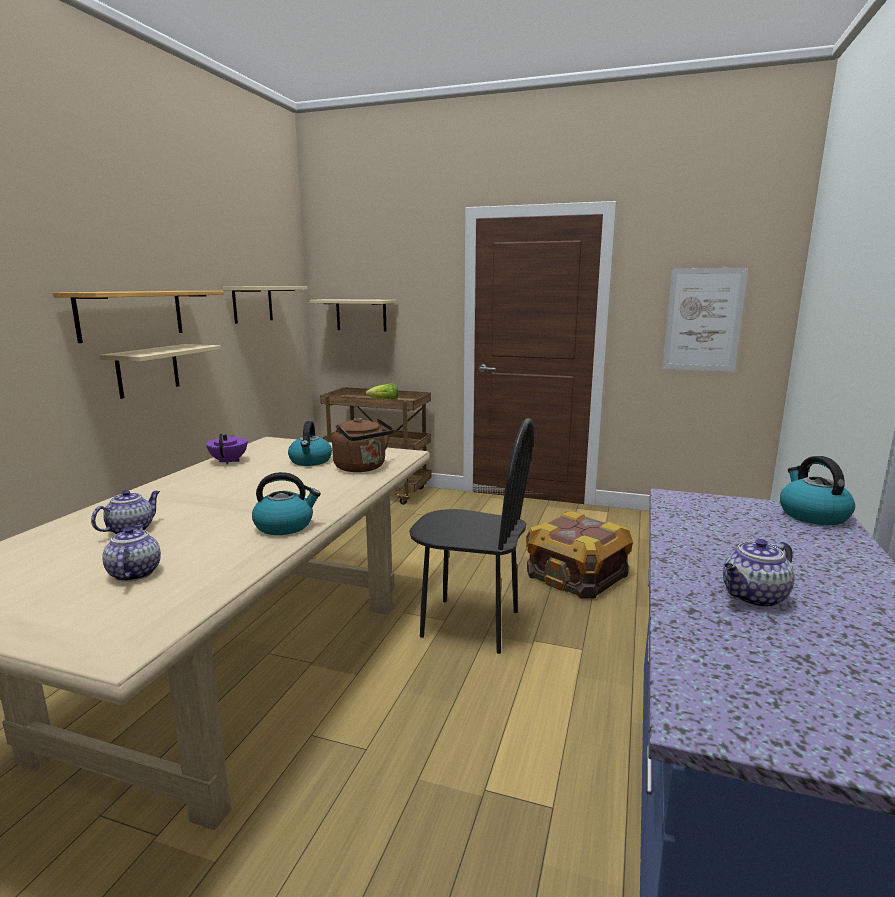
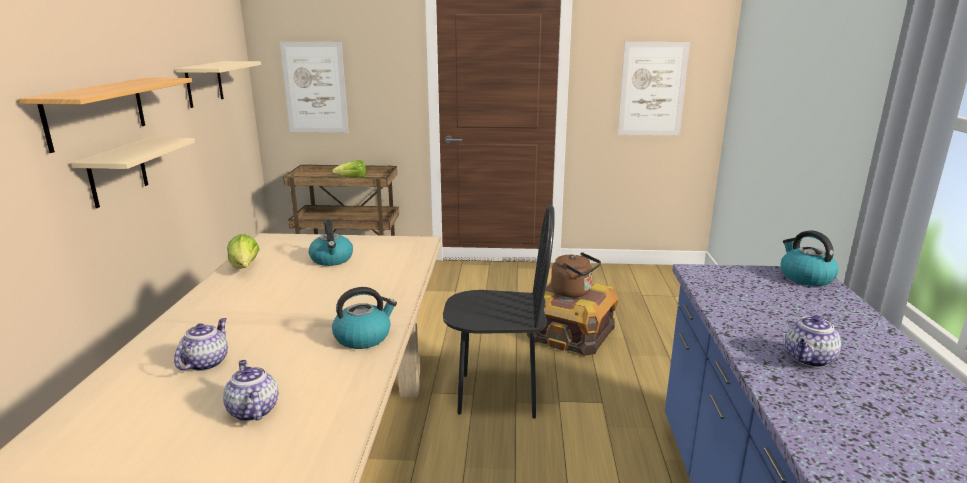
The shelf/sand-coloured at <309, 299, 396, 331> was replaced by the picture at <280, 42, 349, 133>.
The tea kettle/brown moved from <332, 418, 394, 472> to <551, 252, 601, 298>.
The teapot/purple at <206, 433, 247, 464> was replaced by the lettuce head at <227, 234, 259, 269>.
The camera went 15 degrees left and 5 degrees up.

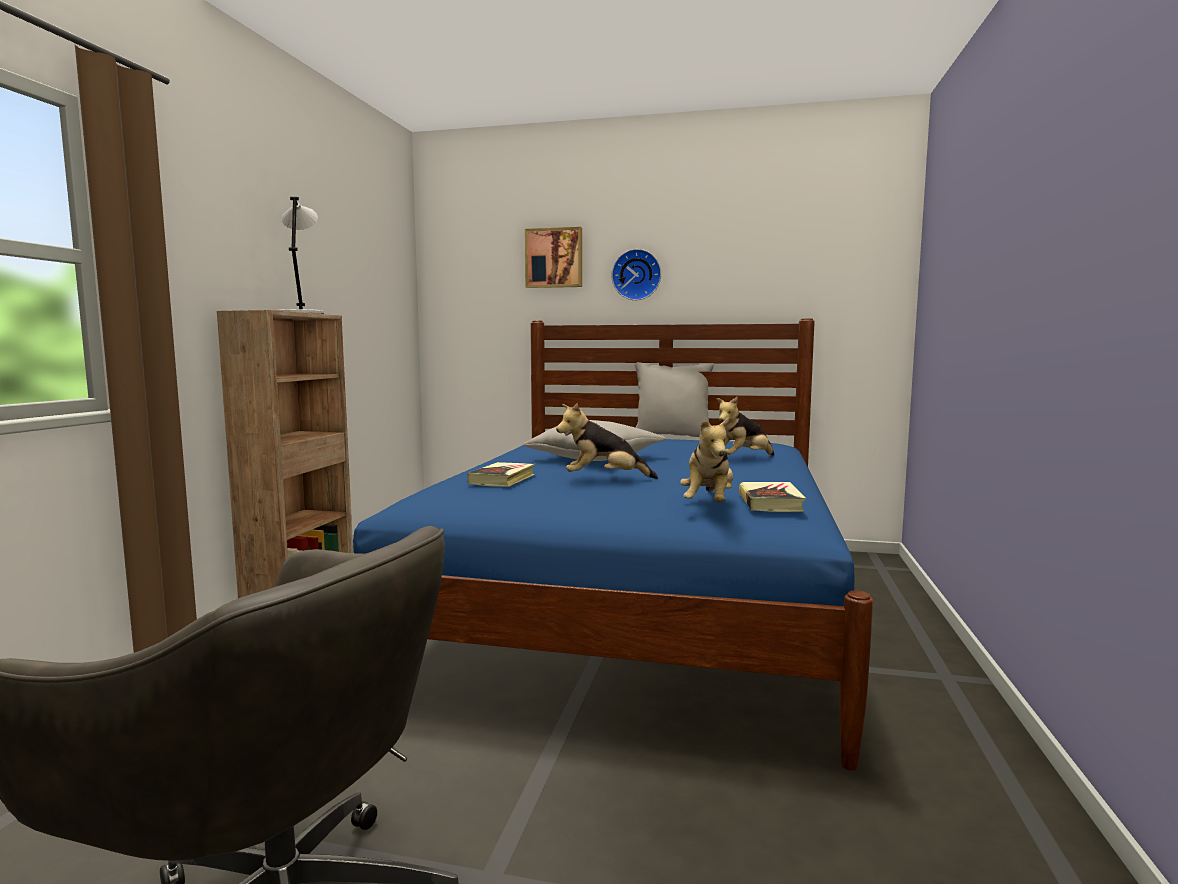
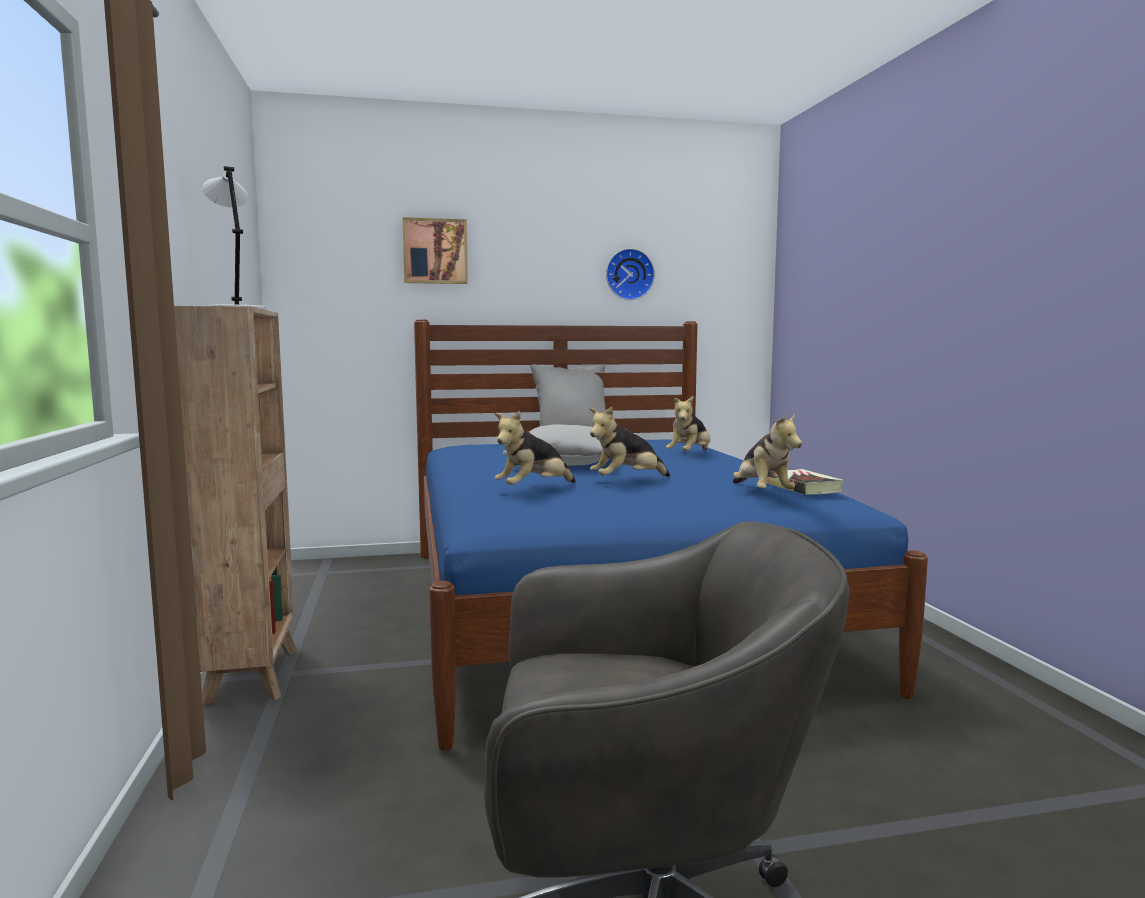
The wall clock moved from <612, 249, 661, 300> to <606, 248, 655, 300>.
The volume at <467, 462, 535, 487> was replaced by the cuddly toy at <495, 411, 576, 485>.
The camera went 25 degrees left and 0 degrees up.

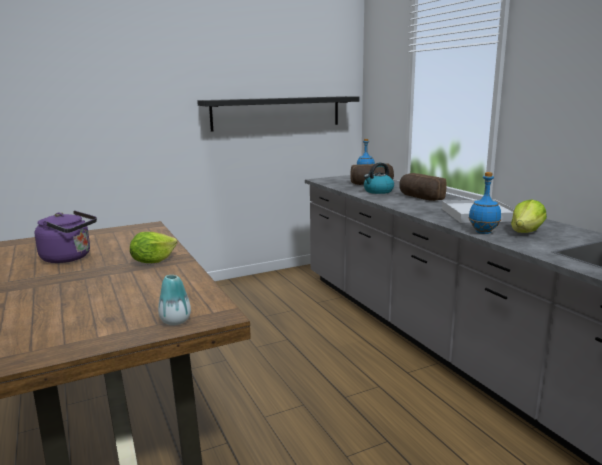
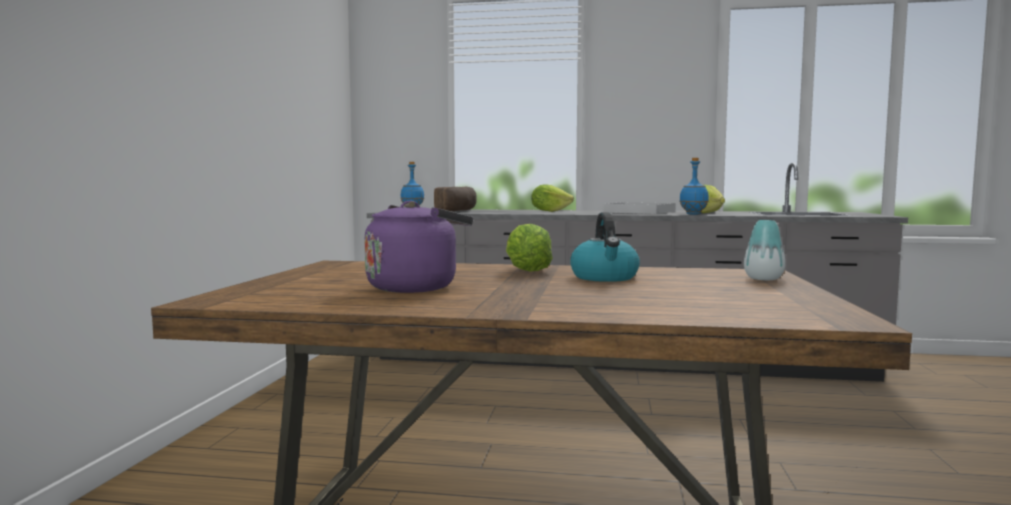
The shelf/black at <197, 96, 360, 131> disappeared.
The tea kettle moved from <364, 163, 394, 194> to <570, 212, 640, 282>.
The bread at <399, 173, 447, 201> was replaced by the lettuce head at <532, 184, 574, 212>.
The camera went 55 degrees left and 10 degrees down.

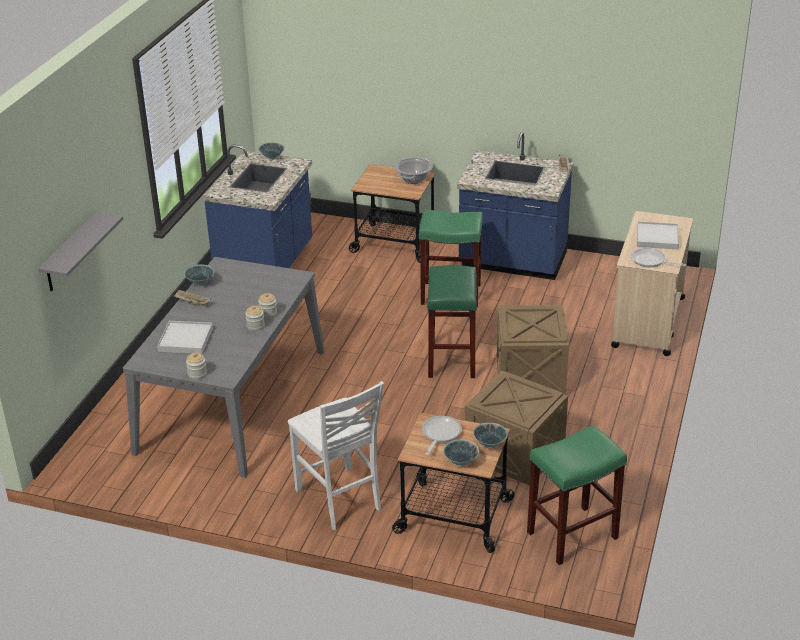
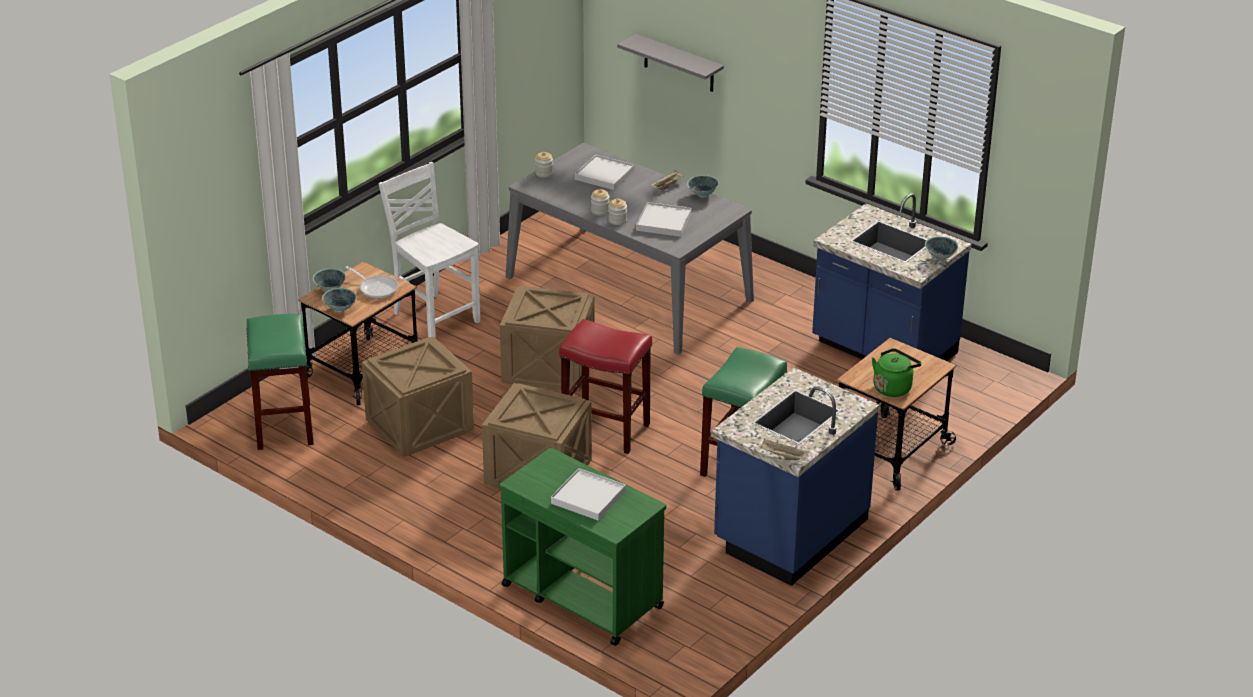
The stockpot at <395, 157, 433, 184> was replaced by the tea kettle/greenish at <872, 348, 921, 397>.
The wheeled cart/sand-coloured at <611, 211, 693, 356> became the wheeled cart/greenish at <499, 448, 666, 646>.
The pan at <631, 248, 686, 267> disappeared.
The stool/greenish at <427, 265, 477, 378> became the stool/red at <559, 319, 652, 454>.
The upright chair/white at <288, 381, 384, 530> turned 60 degrees clockwise.
The tray/white at <636, 202, 691, 237> appeared.
The packing crate at <500, 286, 595, 392> appeared.
The camera went 110 degrees right and 0 degrees up.

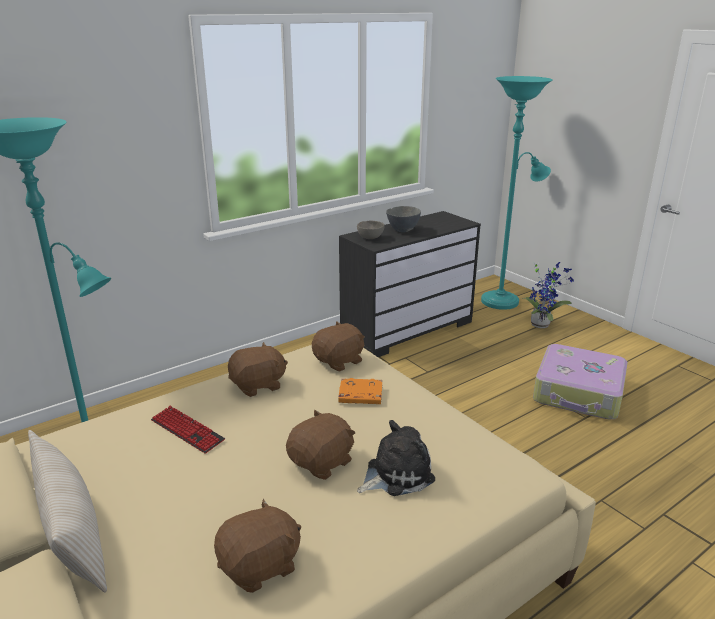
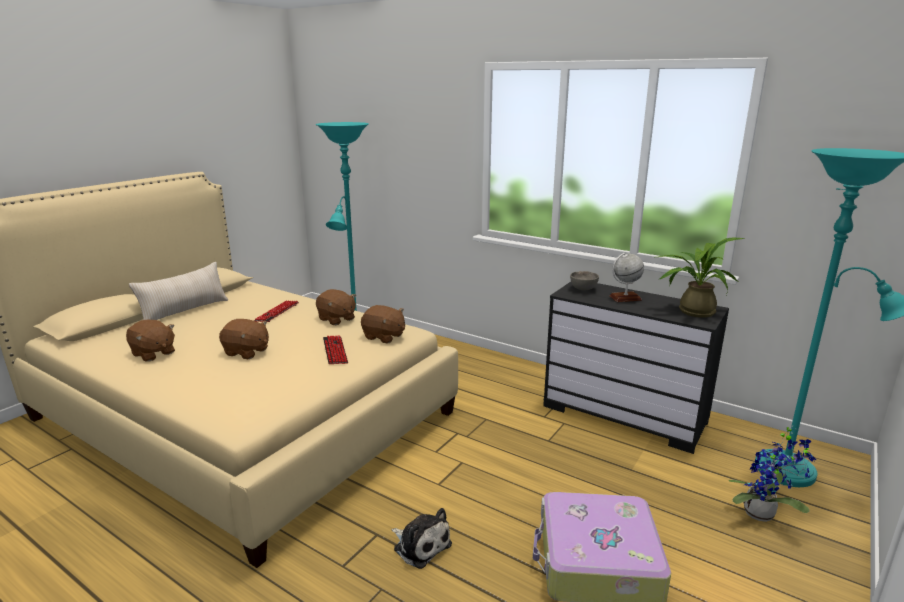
The deep dish/grey at <386, 206, 421, 232> was replaced by the desk globe at <609, 253, 644, 302>.
The volume/orange-coloured at <338, 378, 382, 404> was replaced by the computer keyboard at <323, 335, 348, 364>.
The cuddly toy moved from <357, 420, 435, 496> to <391, 508, 452, 569>.
The houseplant at <658, 237, 744, 318> appeared.
The camera went 70 degrees right and 5 degrees down.

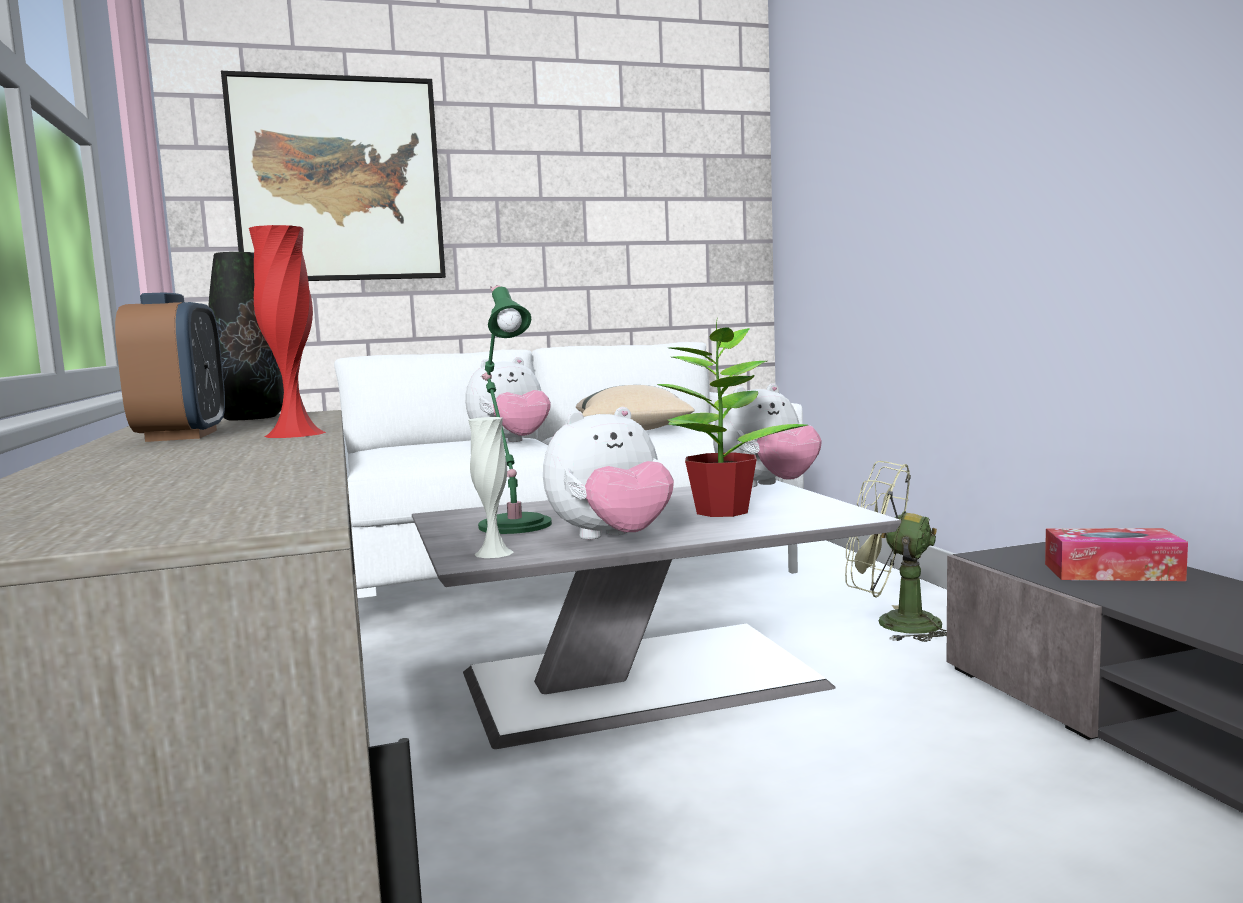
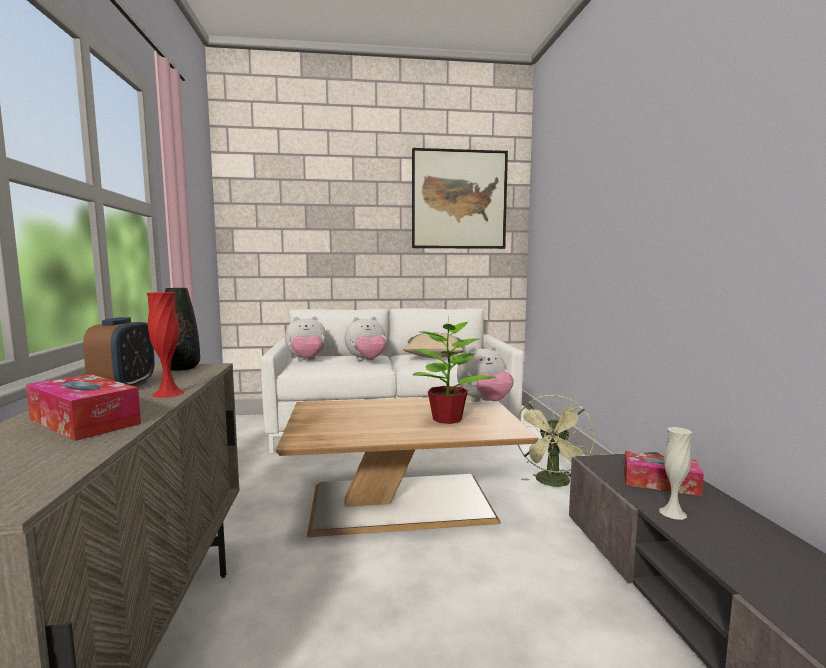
The picture moved from <221, 71, 446, 281> to <412, 148, 508, 249>.
The lamp for a table/greenish at <478, 285, 552, 534> disappeared.
The cuddly toy moved from <543, 407, 674, 540> to <285, 316, 327, 360>.
The vase/white moved from <468, 417, 514, 558> to <659, 427, 692, 520>.
The cooling fan/greenish at <845, 461, 947, 642> turned 105 degrees counterclockwise.
The coffee table/grey at <412, 480, 901, 749> became the coffee table/brown at <276, 396, 539, 537>.
The tissue holder at <26, 374, 141, 441> appeared.
The camera went 10 degrees right and 0 degrees up.

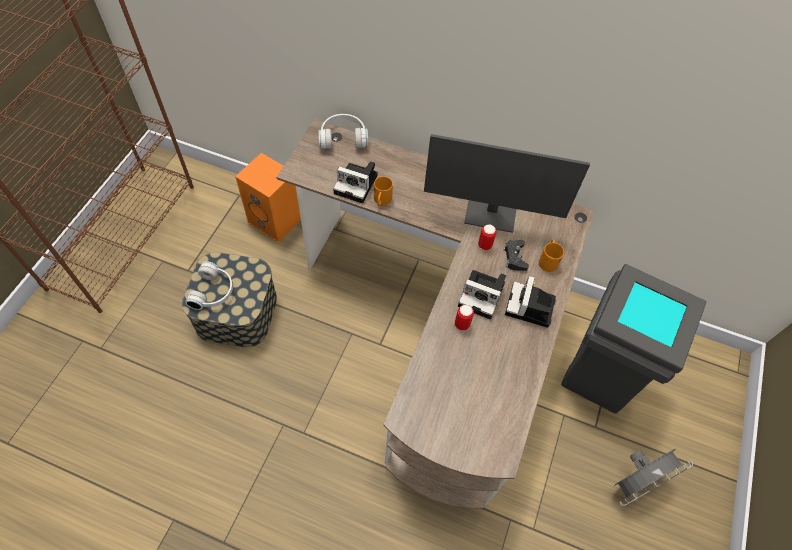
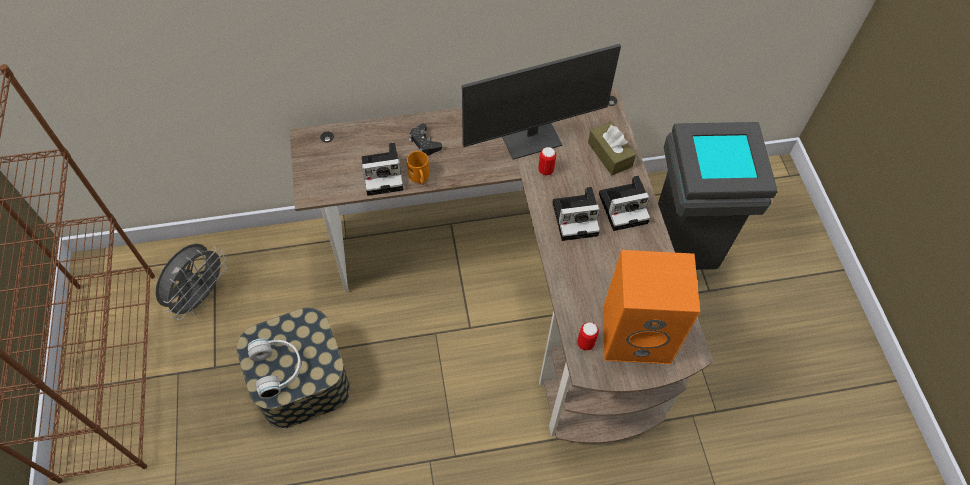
The pair of headphones/white at <319, 114, 368, 149> disappeared.
The speaker/orange-coloured moved from <235, 153, 301, 242> to <603, 250, 700, 364>.
The coffee mug/orange-coloured at <539, 239, 564, 272> was replaced by the tissue holder/brown at <588, 122, 636, 175>.
The joypad/black moved from <503, 240, 529, 271> to <409, 123, 442, 155>.
The photo camera at <505, 276, 556, 328> turned 90 degrees counterclockwise.
The sealed can moved from <455, 305, 474, 330> to <577, 322, 599, 350>.
The cooling fan/grey moved from <614, 449, 693, 506> to <155, 244, 227, 320>.
The camera went 30 degrees left and 0 degrees up.

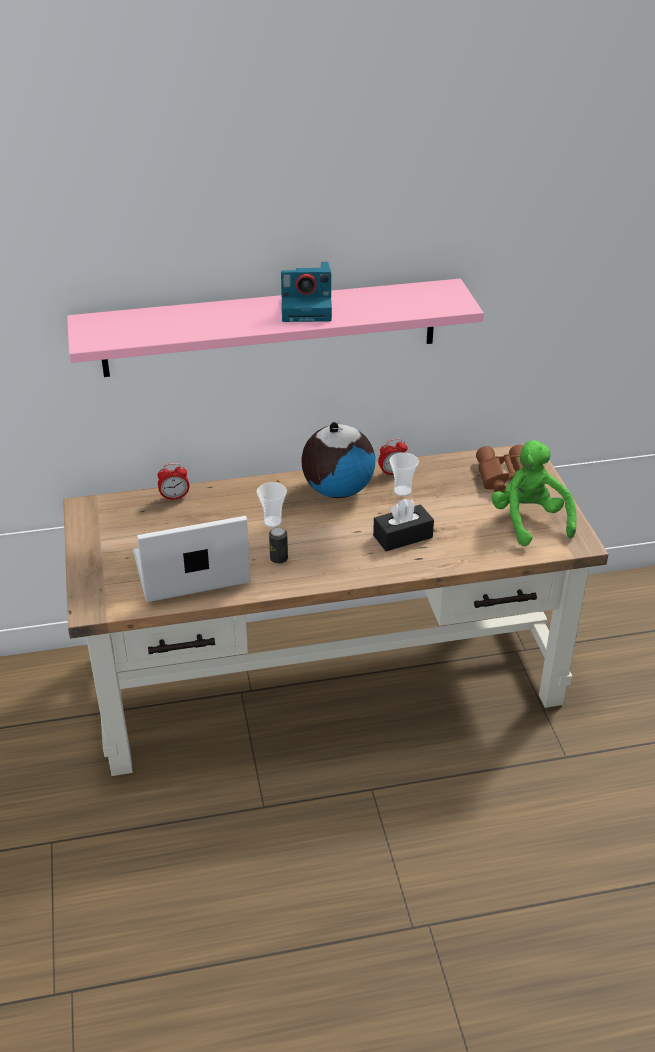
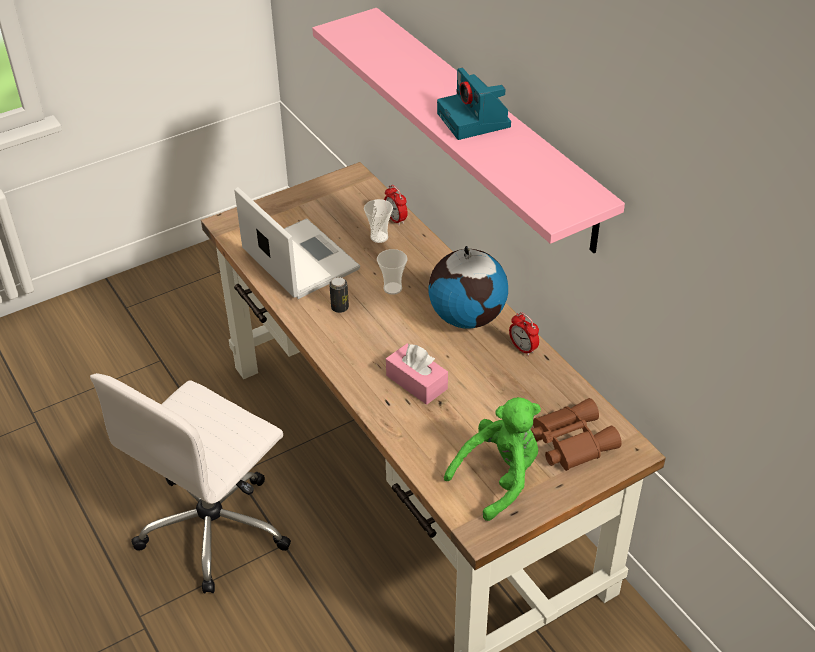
The small cup moved from <390, 453, 419, 496> to <364, 199, 393, 243>.
The tissue holder/black at <373, 499, 434, 551> became the tissue holder/pink at <386, 344, 448, 405>.
The computer chair/white at <90, 373, 291, 593> appeared.
The camera went 70 degrees right and 5 degrees up.

